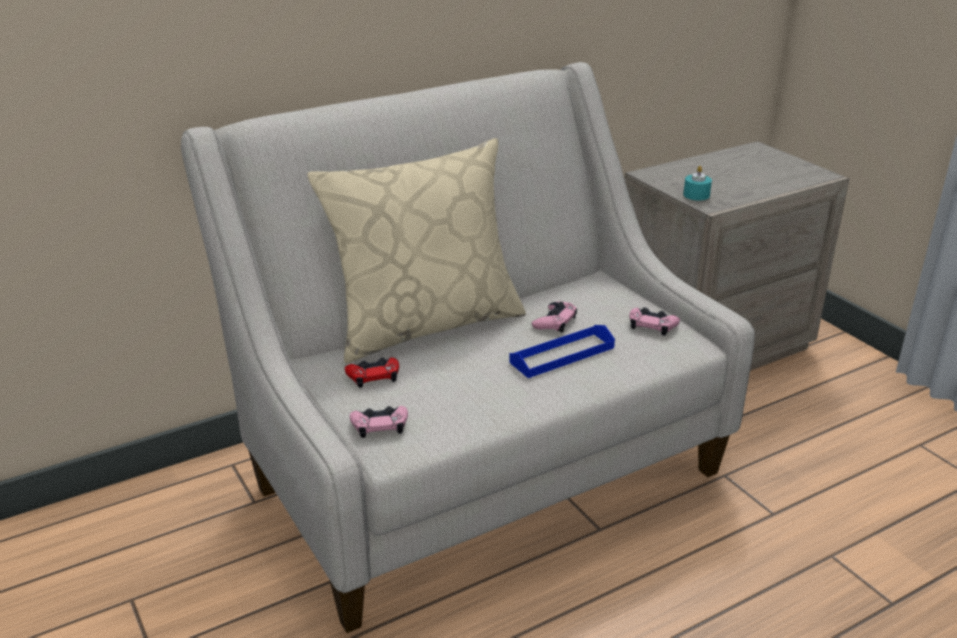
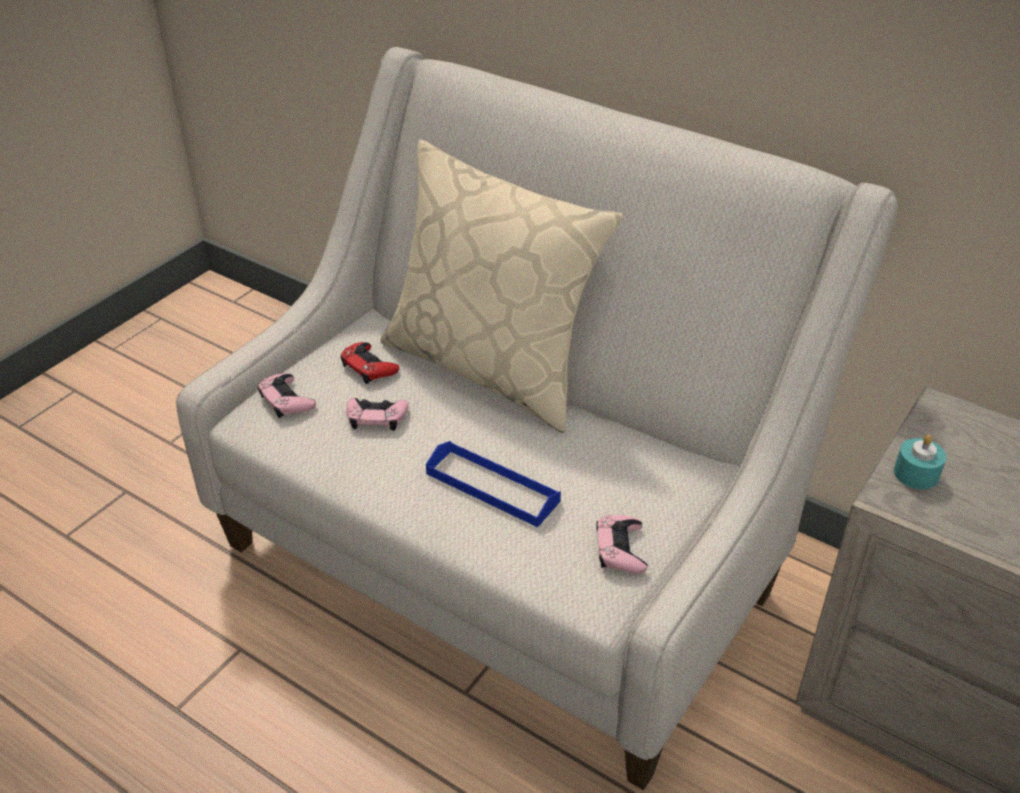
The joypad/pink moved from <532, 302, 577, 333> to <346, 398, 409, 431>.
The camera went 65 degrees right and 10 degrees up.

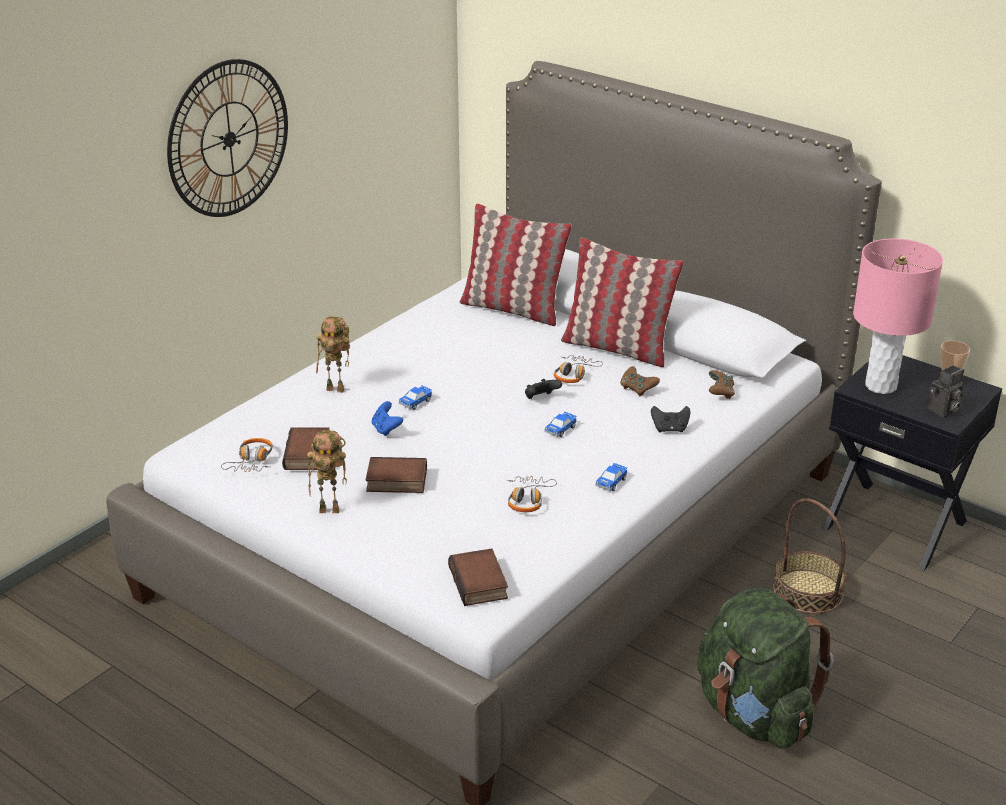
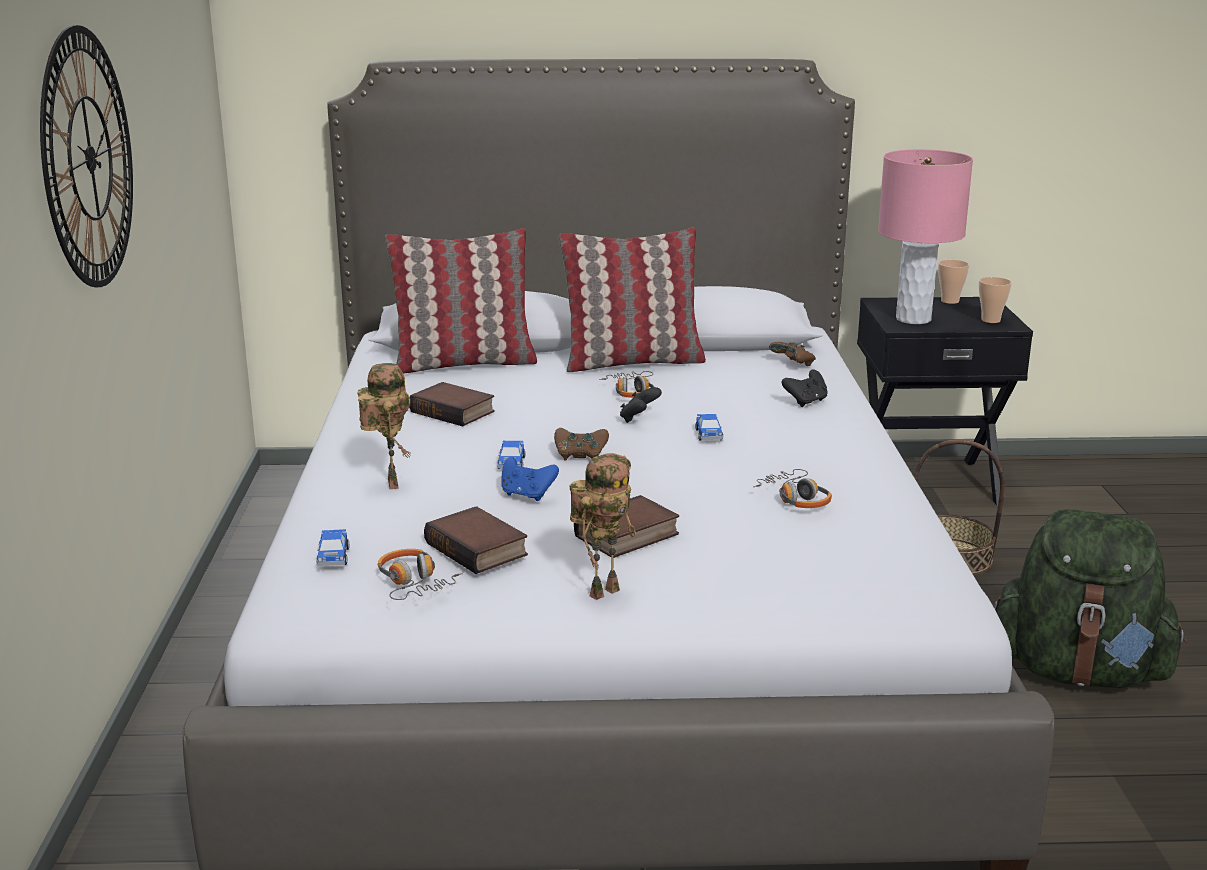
The model robot at <316, 316, 350, 393> turned 75 degrees counterclockwise.
The photo camera at <927, 365, 964, 418> was replaced by the small cup at <979, 277, 1012, 323>.
The joypad/brown moved from <620, 366, 660, 396> to <554, 428, 609, 460>.
The toy car moved from <595, 463, 627, 491> to <316, 529, 349, 566>.
The volume moved from <448, 548, 508, 606> to <409, 382, 495, 427>.
The camera went 40 degrees left and 10 degrees down.

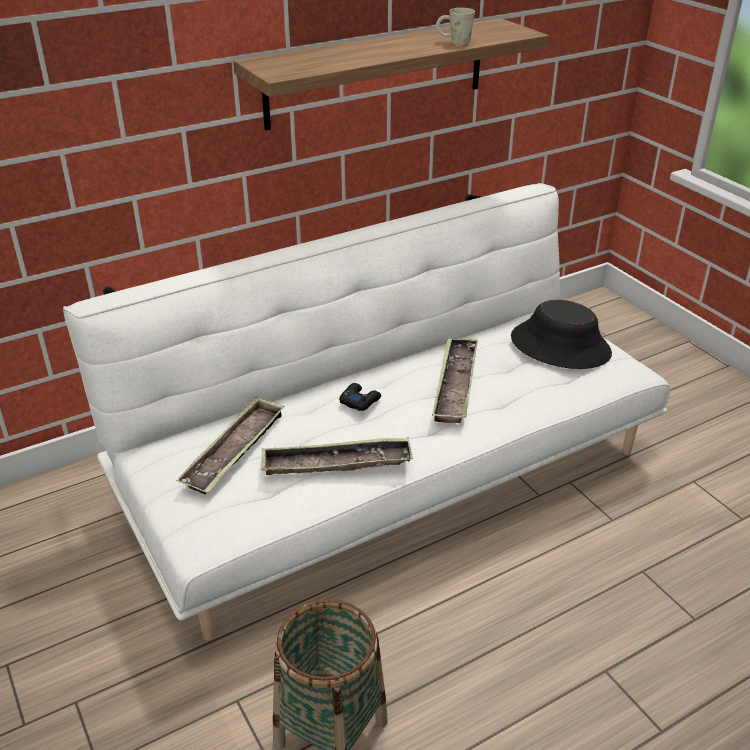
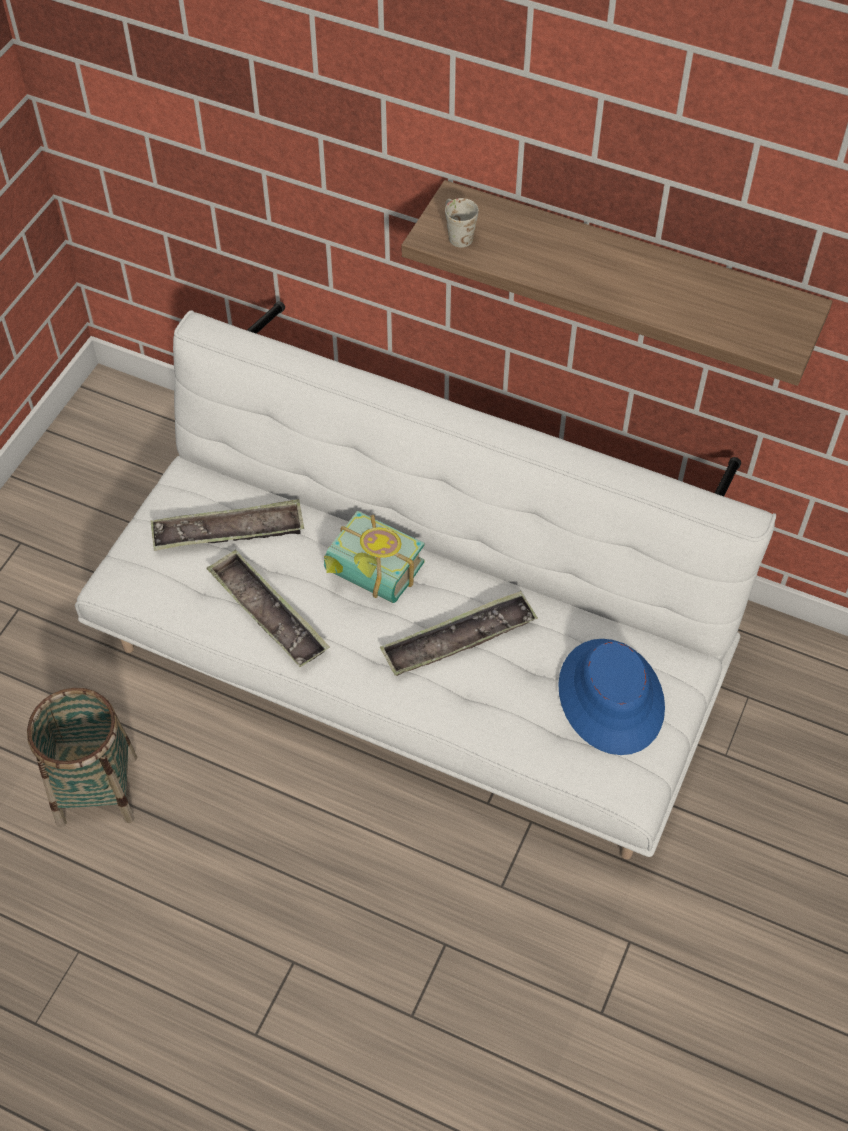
The coffee mug/white moved from <436, 8, 475, 45> to <445, 198, 479, 247>.
The clothing hat/black at <511, 300, 612, 369> became the clothing hat/bluish at <558, 639, 665, 755>.
The joypad/black at <339, 383, 381, 411> was replaced by the volume at <324, 511, 424, 603>.
The camera went 55 degrees right and 20 degrees up.

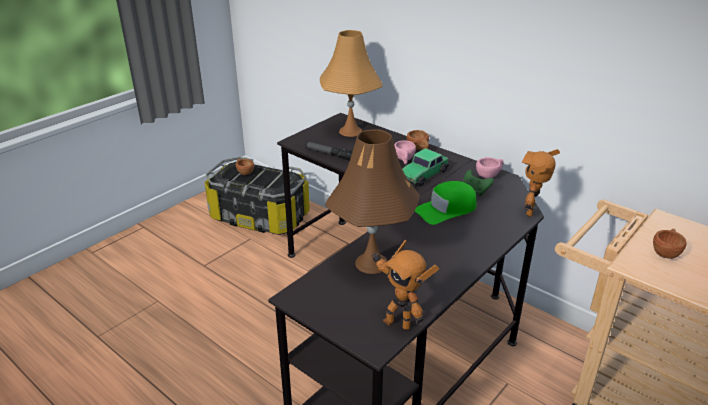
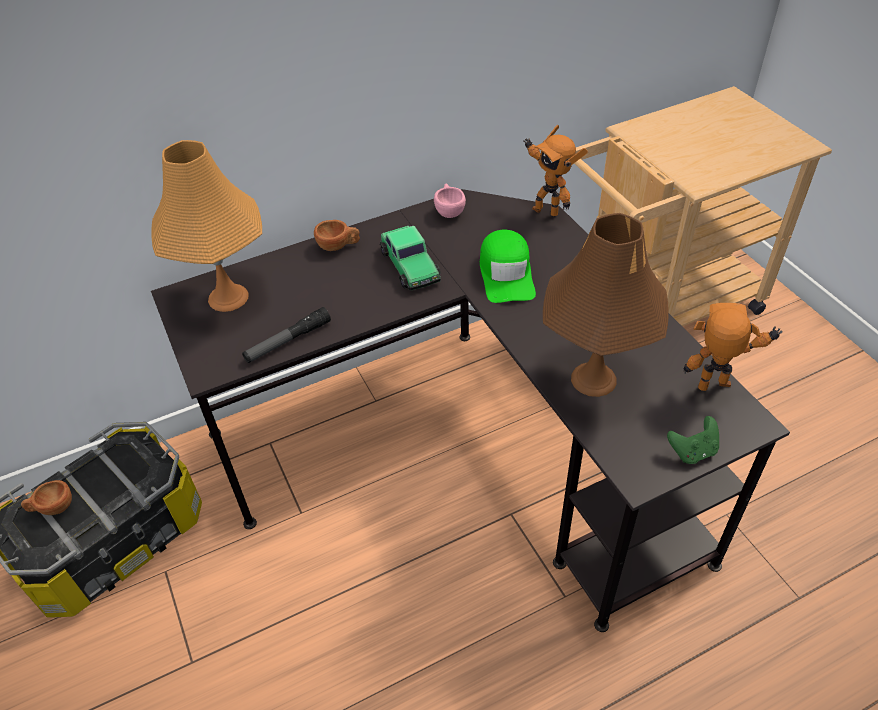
The small cup/pink at <394, 140, 416, 164> disappeared.
The joypad/greenish moved from <463, 170, 494, 196> to <667, 416, 719, 464>.
The small cup/brown at <653, 229, 686, 259> disappeared.
The model robot at <371, 240, 439, 330> turned 150 degrees counterclockwise.
The camera went 65 degrees left and 15 degrees up.

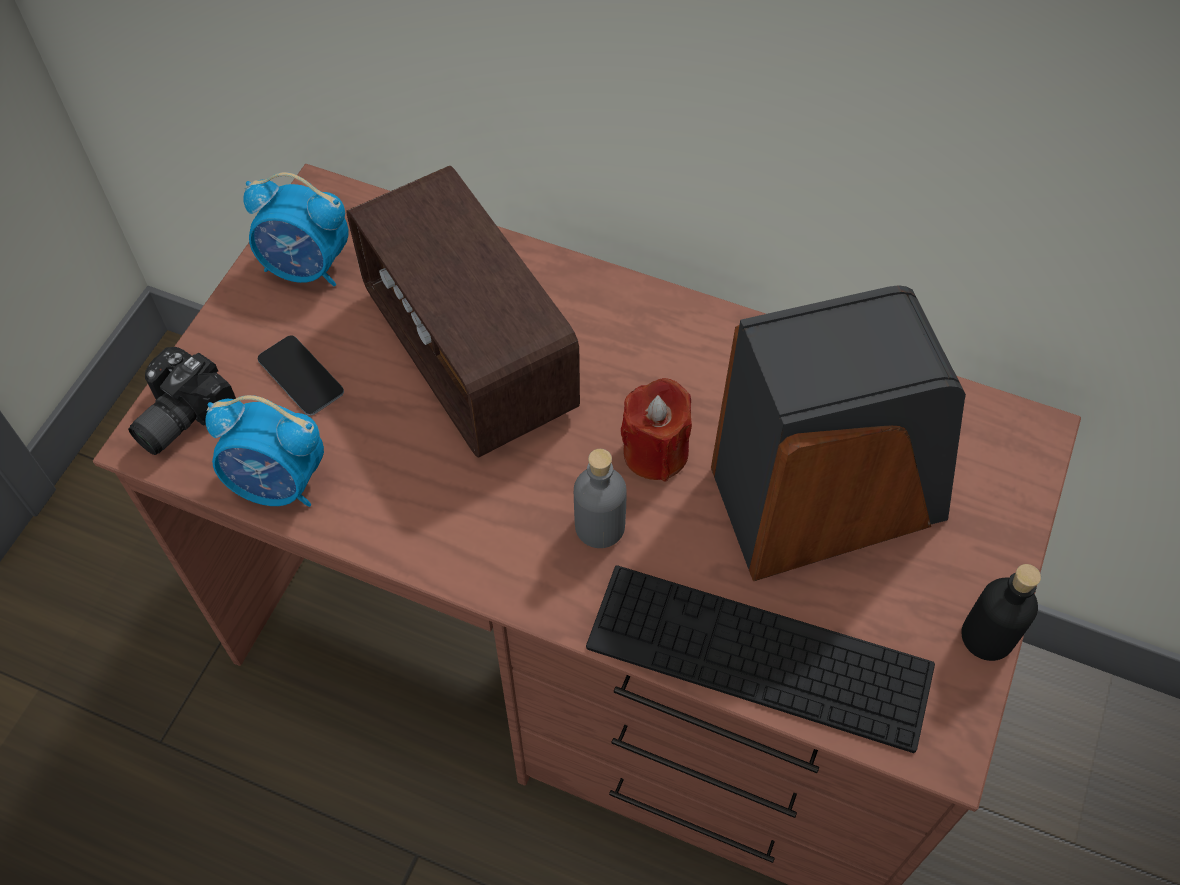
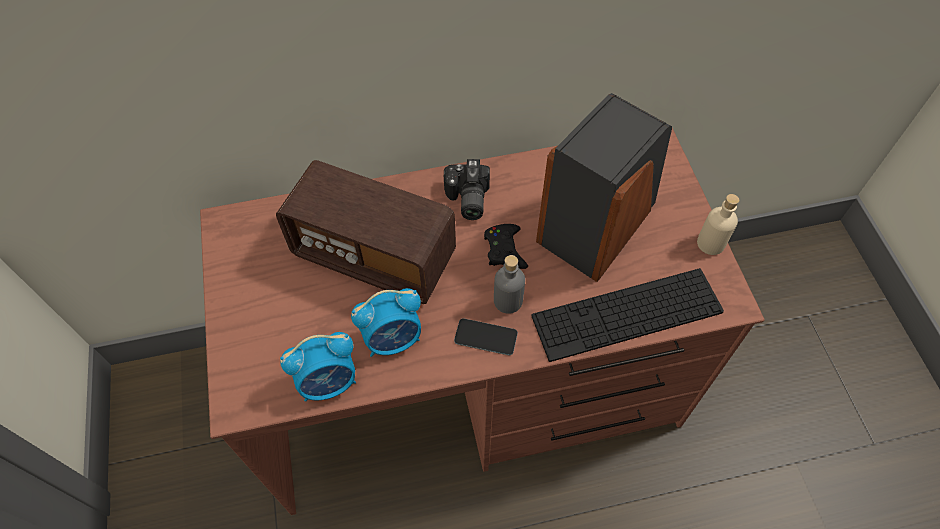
The bedside clock moved from <243, 172, 348, 286> to <351, 288, 421, 357>.
The handset moved from <258, 335, 344, 416> to <454, 318, 518, 355>.
The photo camera moved from <128, 347, 236, 455> to <444, 159, 490, 220>.
The wax light/red at <621, 378, 692, 482> was replaced by the joypad/black at <484, 224, 528, 269>.
The drink bottle/black at <961, 564, 1041, 661> became the drink bottle/sand-coloured at <697, 194, 739, 255>.
The camera went 35 degrees left and 0 degrees up.

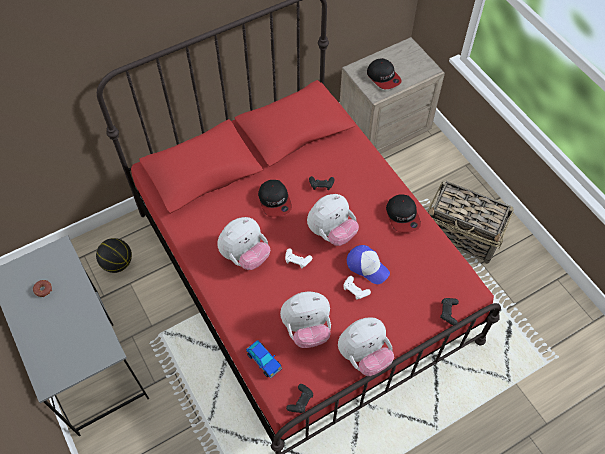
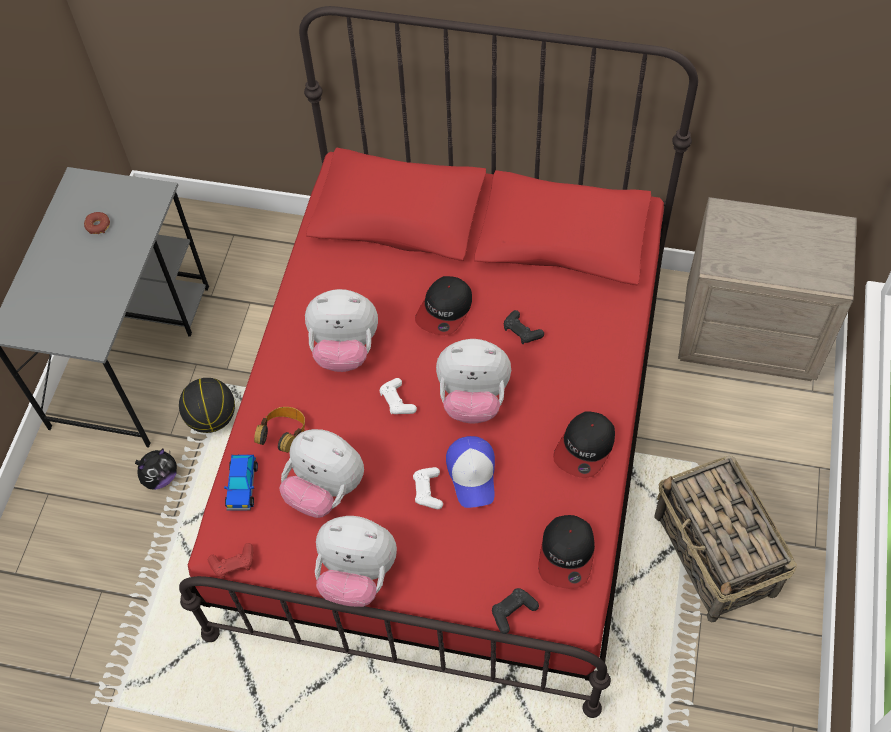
The cap moved from <367, 58, 402, 90> to <538, 515, 595, 589>.
The ball for basketball moved from <96, 238, 132, 273> to <179, 378, 235, 433>.
The joypad/black at <286, 384, 313, 413> became the joypad/red at <208, 543, 254, 579>.
The pair of headphones at <254, 407, 305, 453> appeared.
The cuddly toy at <135, 448, 177, 490> appeared.
The camera went 45 degrees right and 0 degrees up.

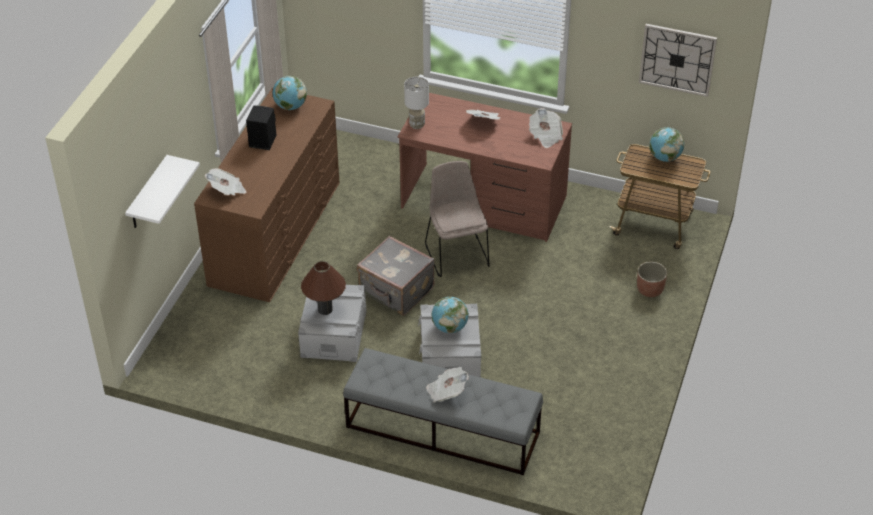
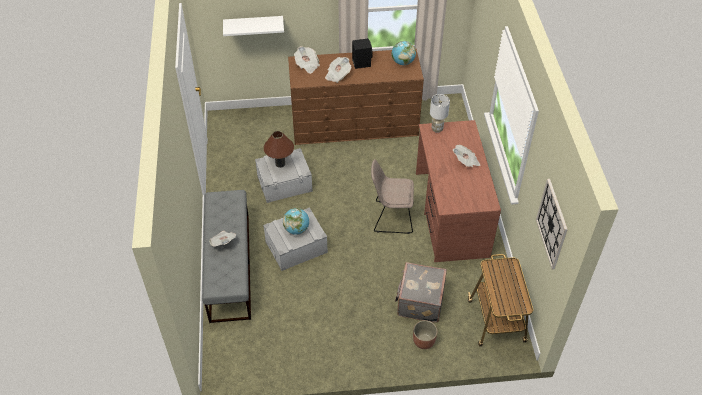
The printed paper moved from <529, 108, 563, 148> to <325, 57, 351, 83>.
The desk globe at <649, 127, 684, 162> disappeared.
The upright chair/sand-coloured at <425, 161, 490, 277> turned 135 degrees counterclockwise.
The suitcase/grey moved from <357, 236, 435, 316> to <395, 262, 447, 323>.
The camera went 65 degrees right and 5 degrees up.

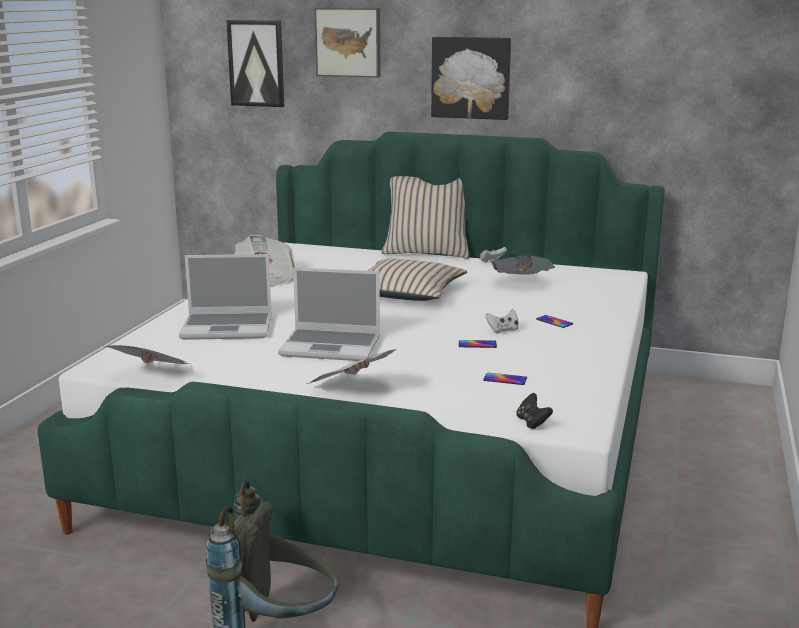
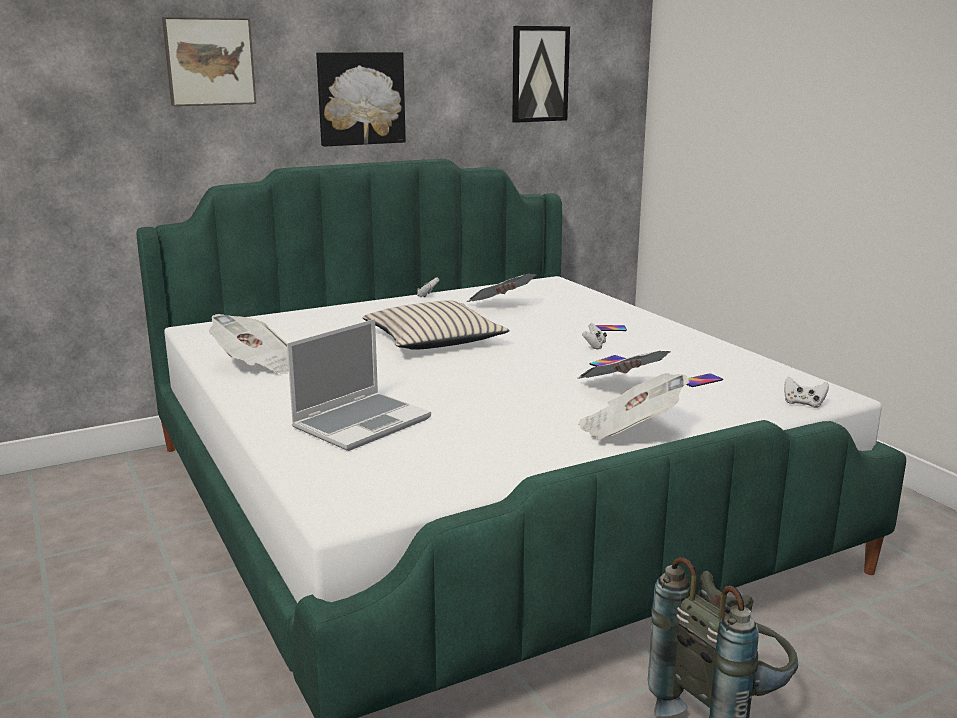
The picture moved from <226, 20, 284, 107> to <512, 26, 570, 123>.
The throw pillow/sand-coloured at <382, 176, 469, 259> disappeared.
The notebook computer at <278, 267, 380, 361> disappeared.
The printed paper moved from <102, 345, 190, 364> to <579, 351, 670, 378>.
The joypad/black at <517, 393, 553, 429> became the joypad/white at <784, 377, 829, 408>.
The camera went 45 degrees left and 0 degrees up.

